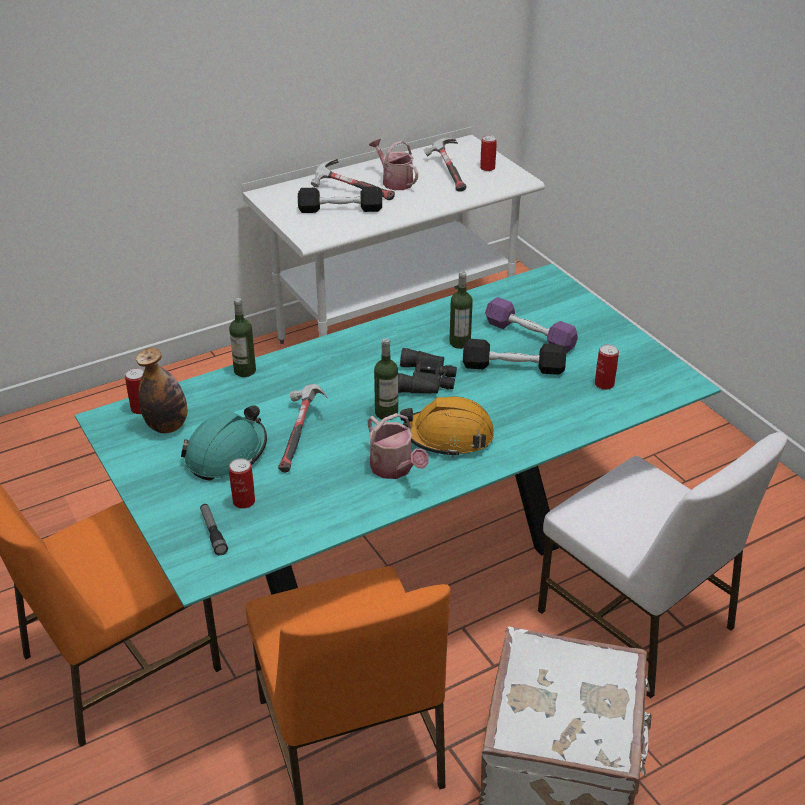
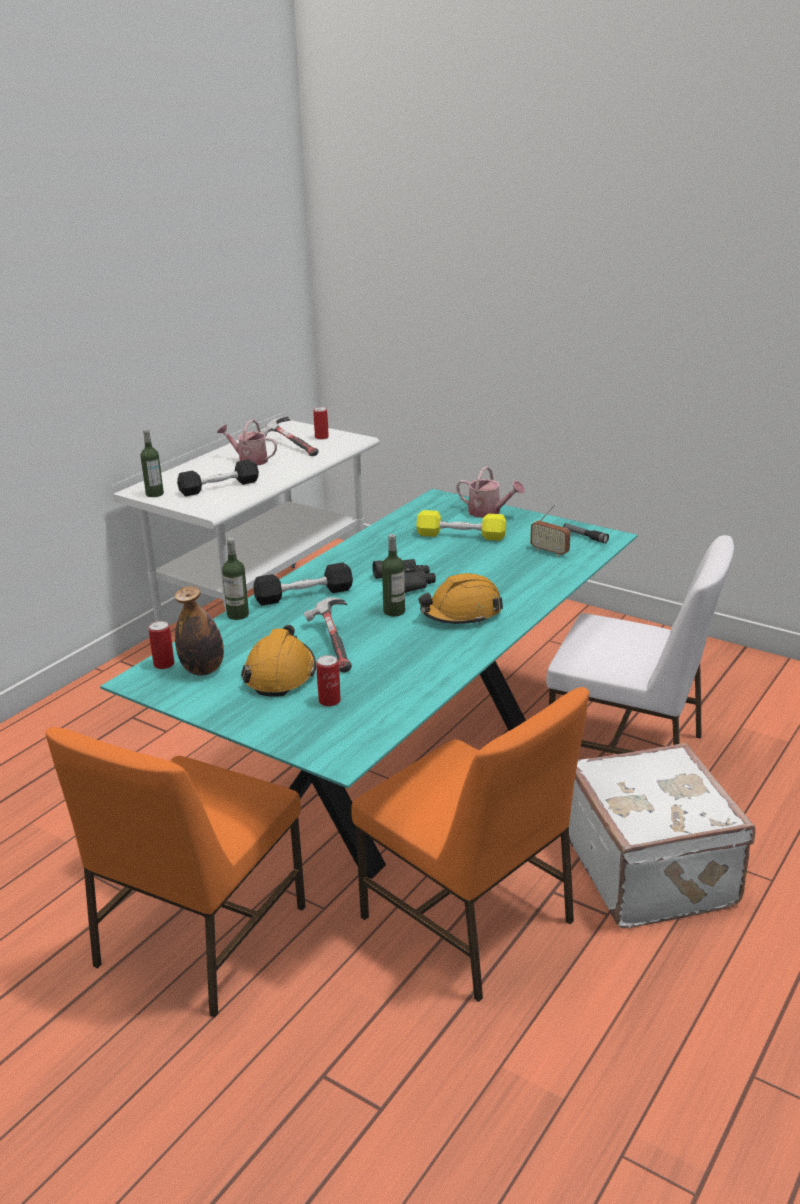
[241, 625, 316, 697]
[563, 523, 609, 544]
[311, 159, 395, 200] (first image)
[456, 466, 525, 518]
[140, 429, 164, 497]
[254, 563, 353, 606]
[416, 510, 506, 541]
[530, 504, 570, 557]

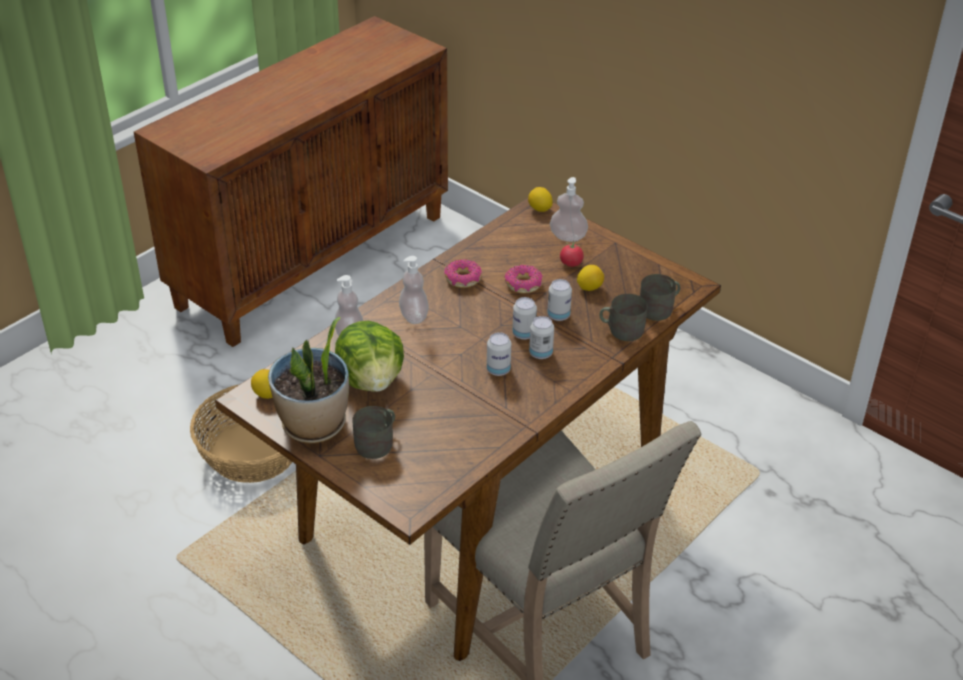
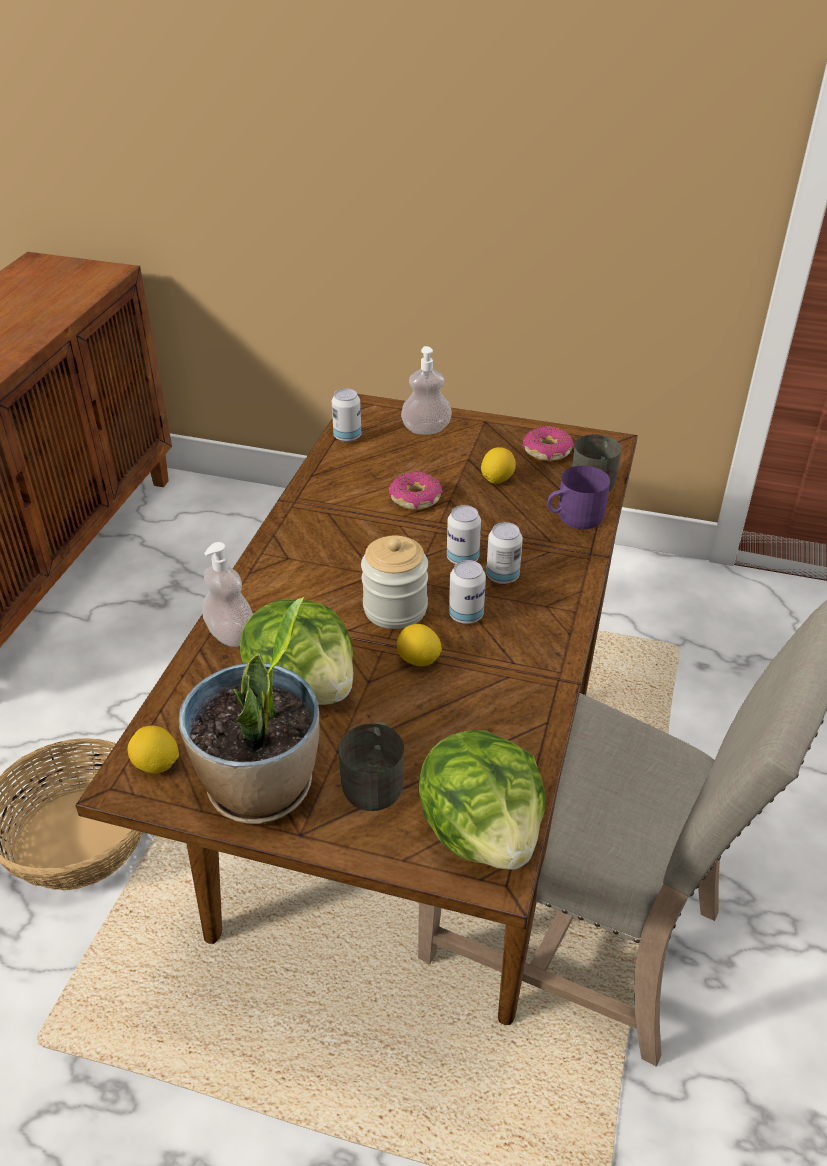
[399, 256, 429, 324] (first image)
[523, 426, 574, 461]
[397, 624, 442, 666]
[332, 388, 361, 442]
[560, 240, 584, 267] (first image)
[547, 466, 610, 529]
[361, 535, 428, 629]
[419, 730, 546, 870]

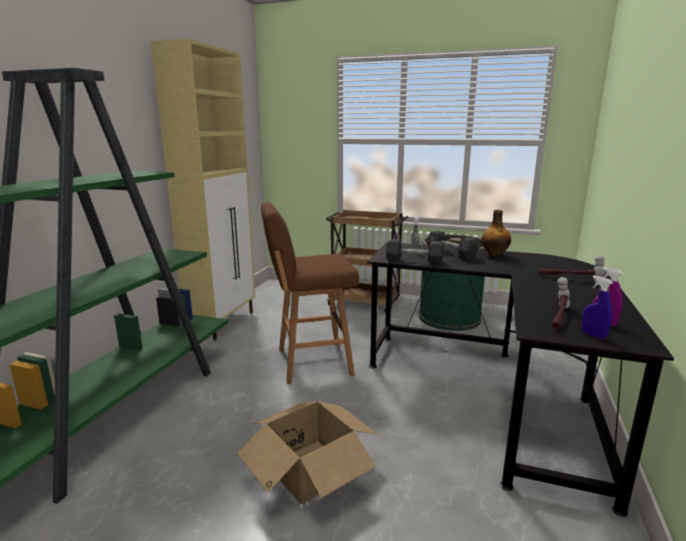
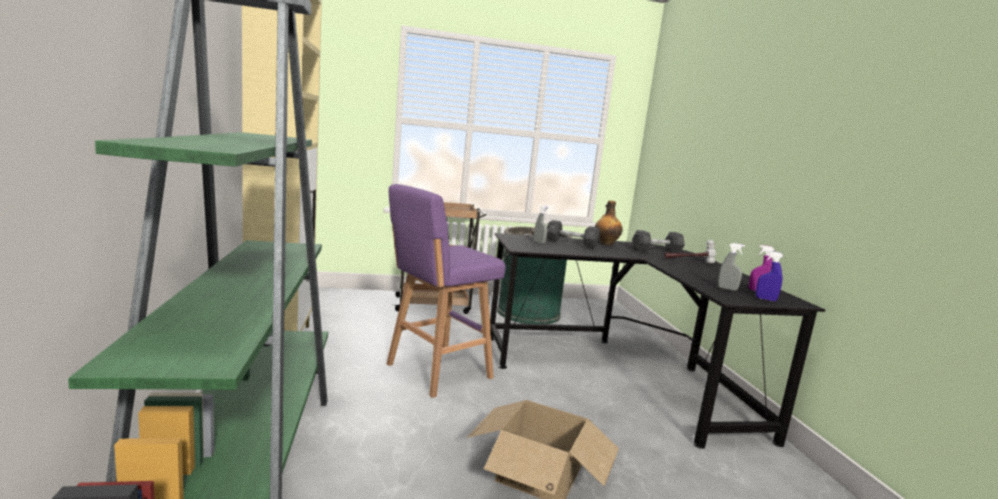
[386, 184, 506, 398]
[632, 230, 685, 253]
[718, 243, 745, 291]

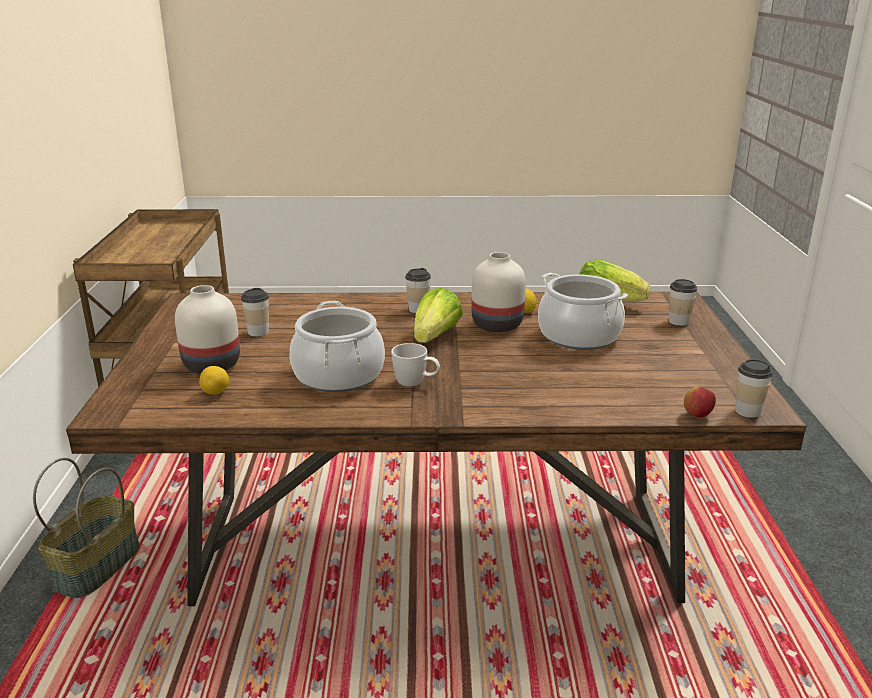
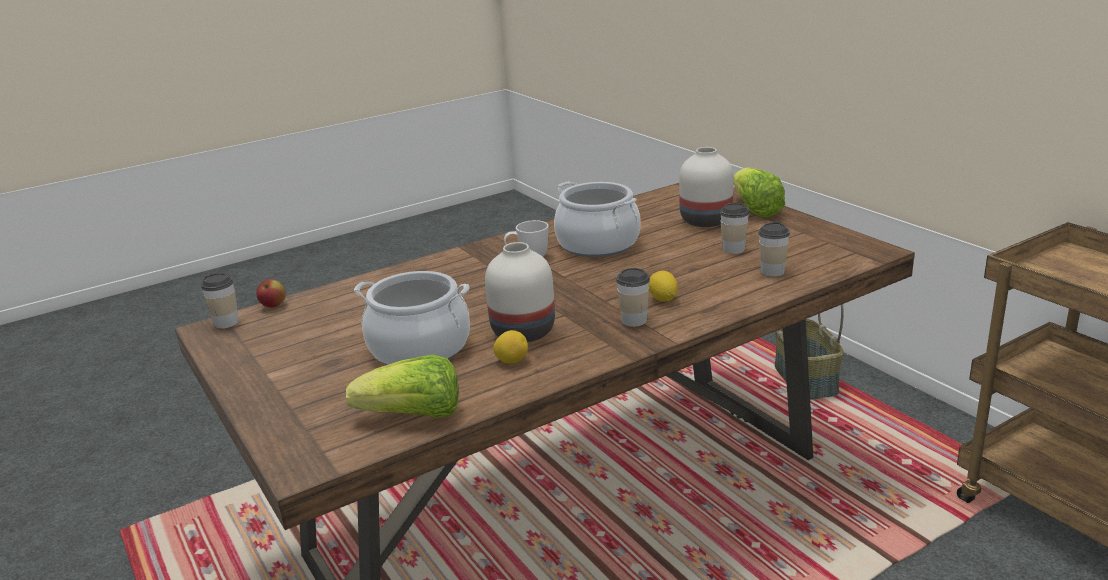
[649, 271, 678, 302]
[734, 167, 785, 217]
[758, 222, 790, 277]

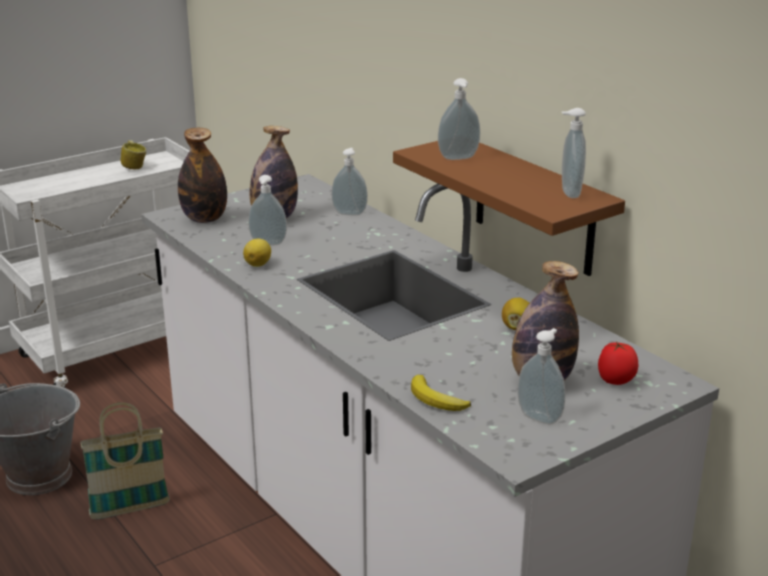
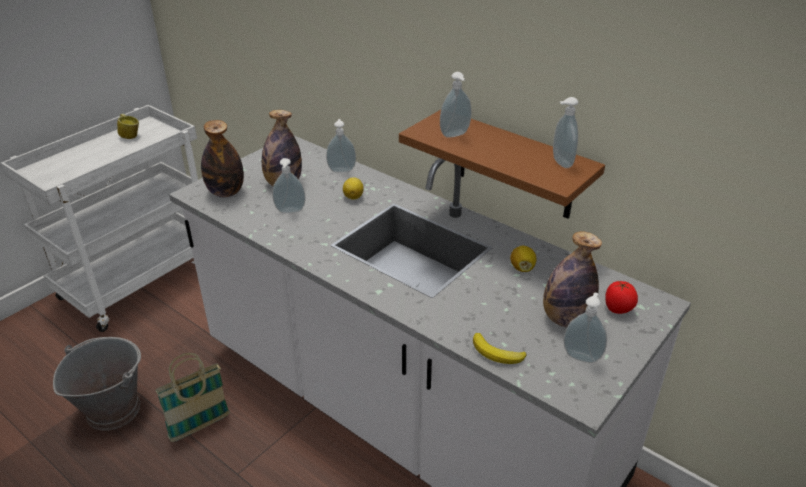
[343, 177, 364, 200]

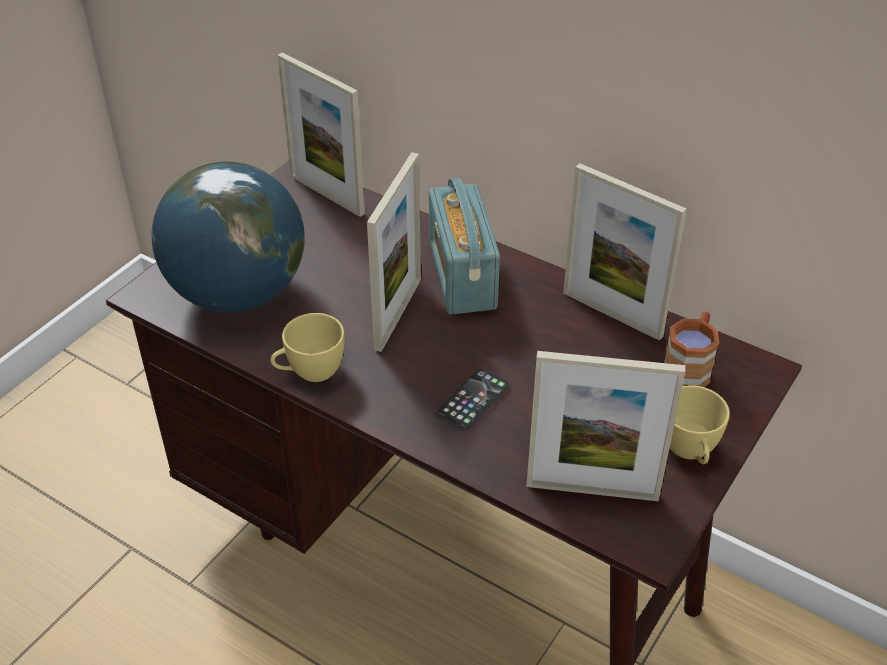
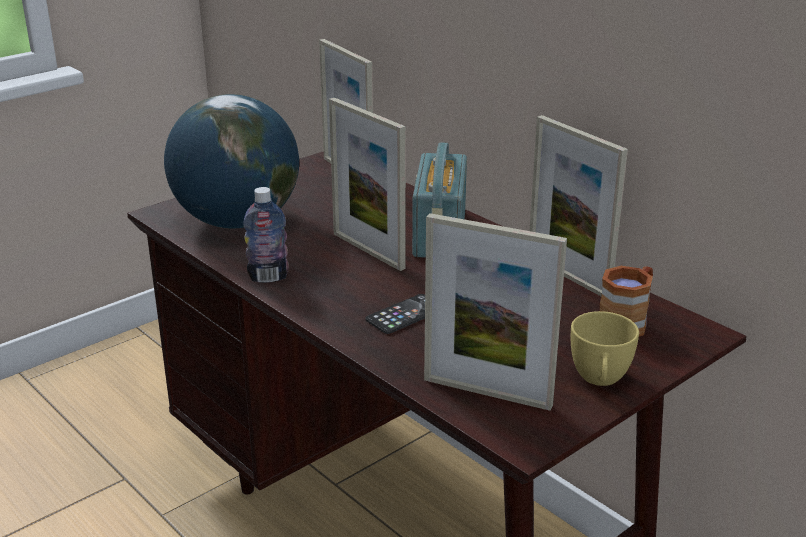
[243, 187, 289, 283]
[329, 97, 406, 271]

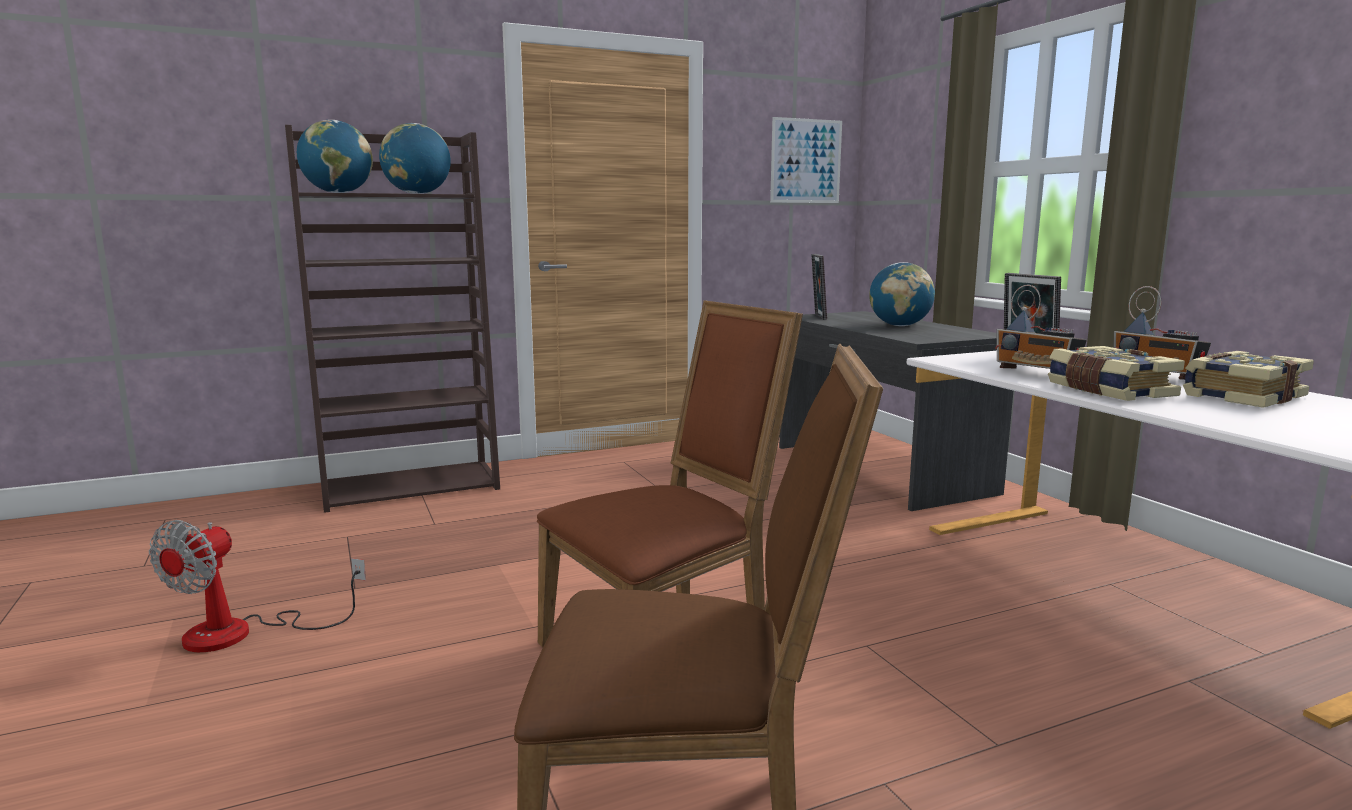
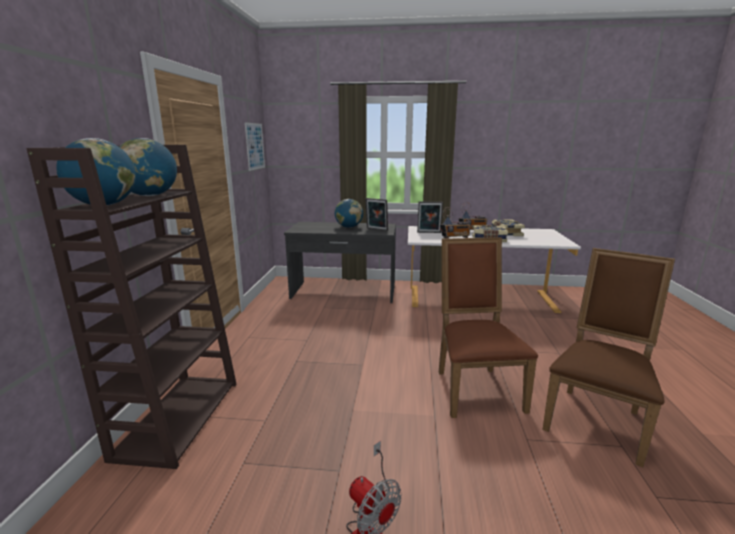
[365, 198, 388, 231]

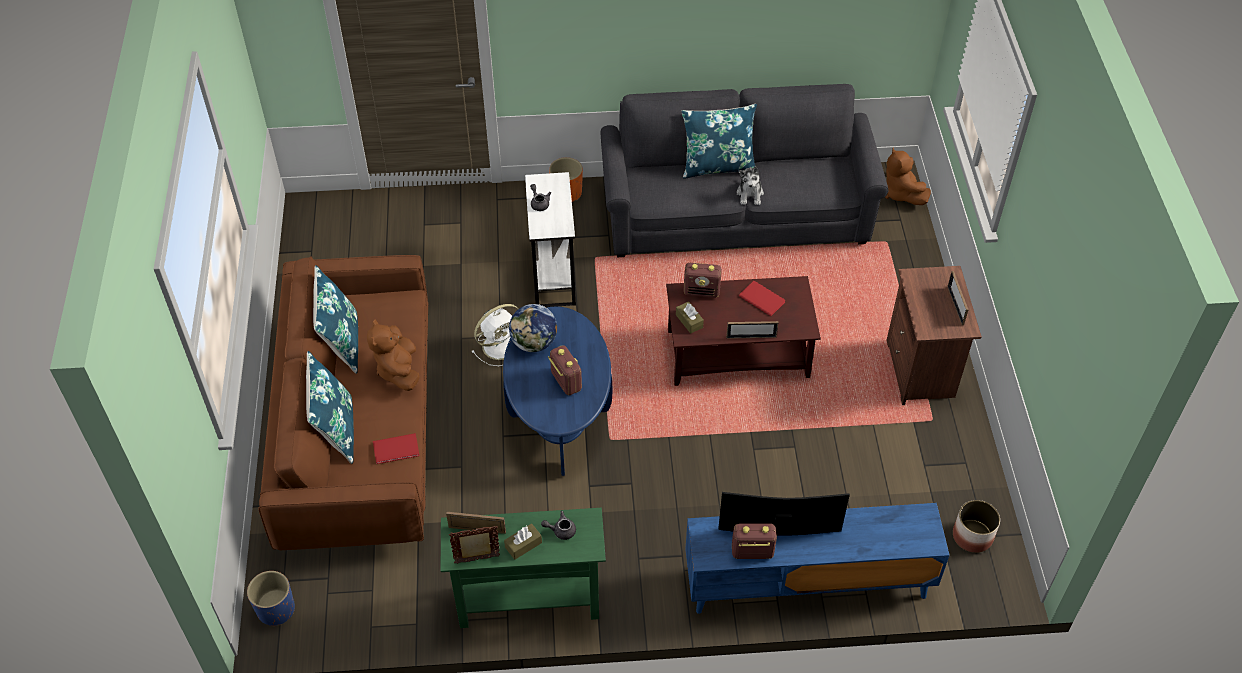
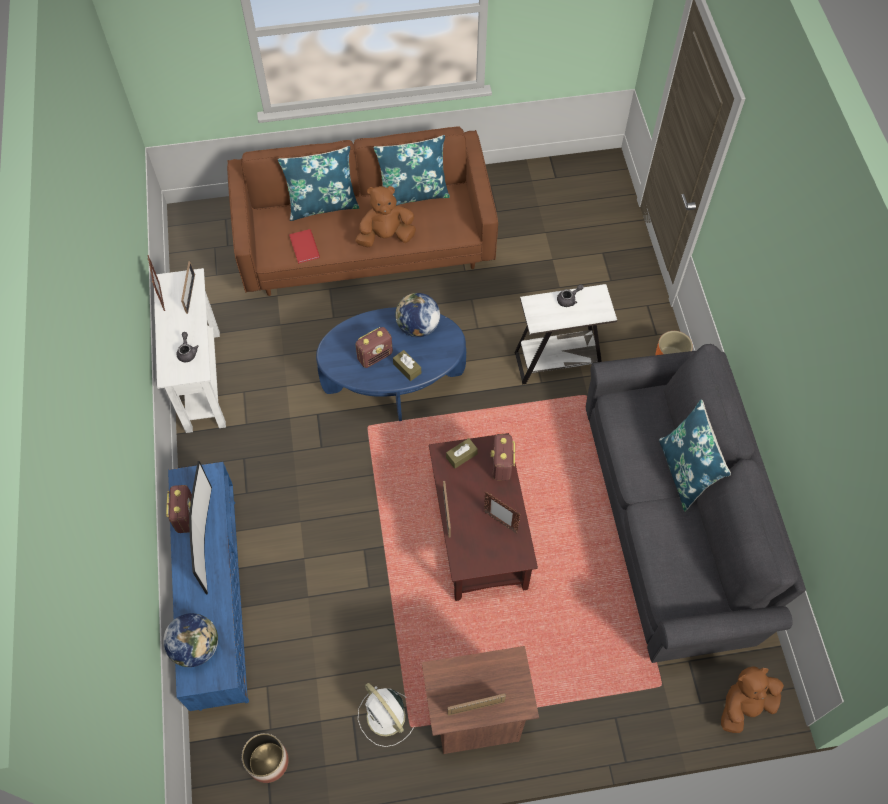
[247, 571, 295, 626] (first image)
[154, 268, 226, 433]
[358, 683, 415, 747]
[393, 350, 421, 381]
[737, 166, 764, 205] (first image)
[484, 492, 521, 533]
[163, 613, 218, 667]

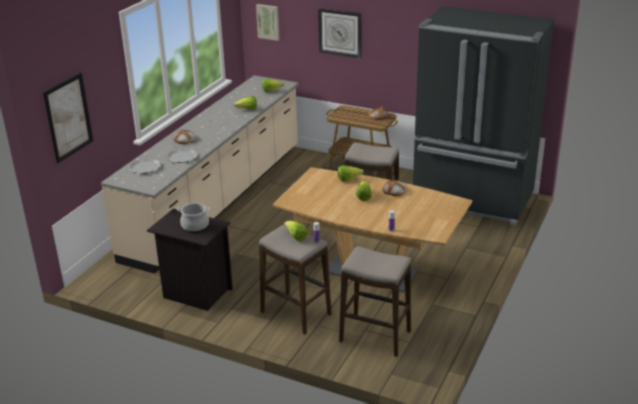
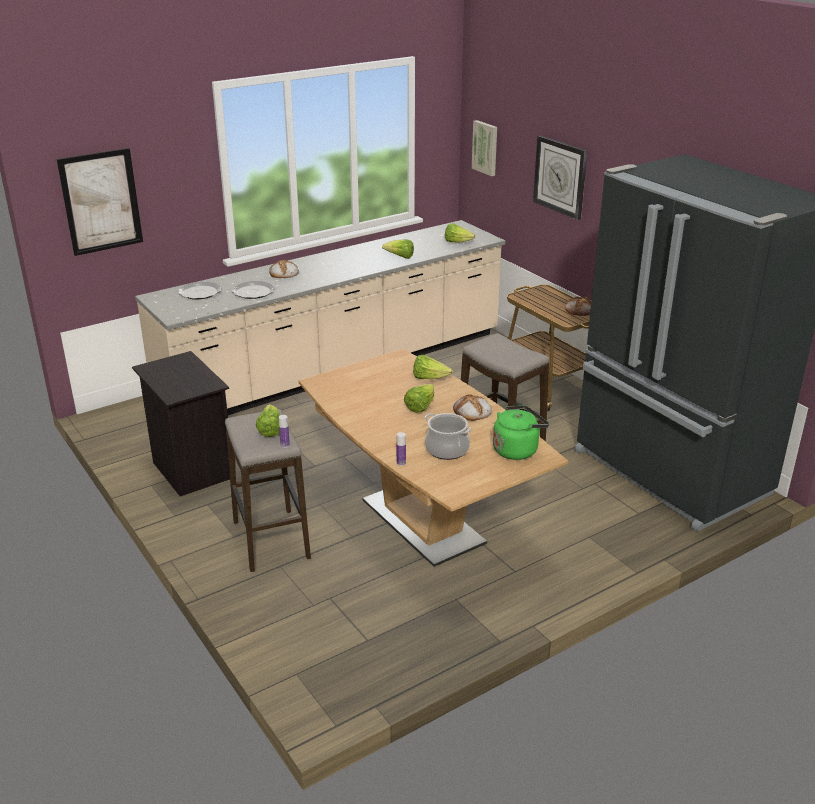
[424, 413, 472, 460]
[339, 246, 411, 357] (first image)
[493, 405, 549, 460]

